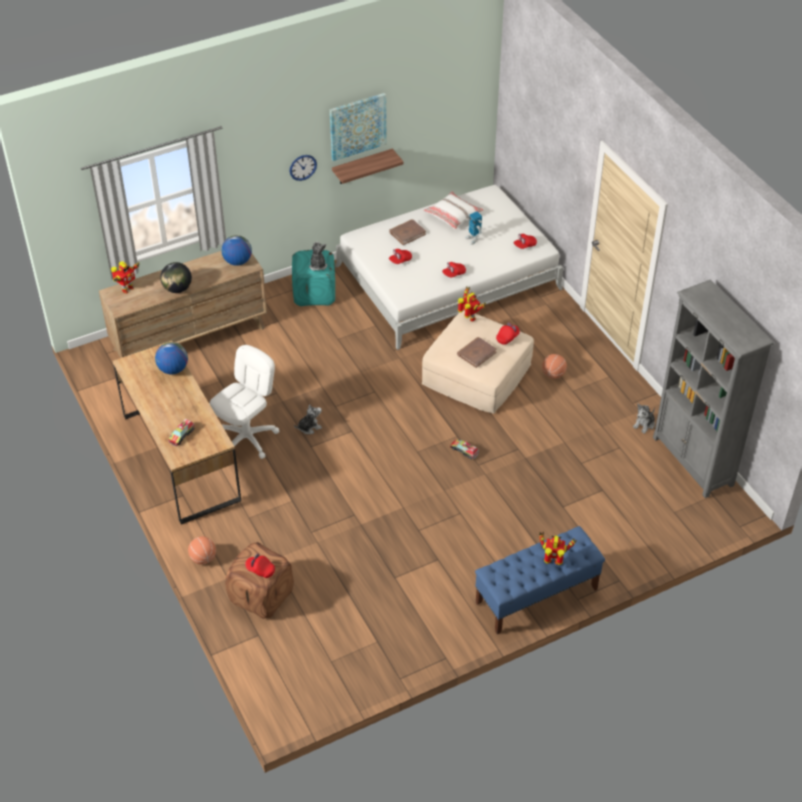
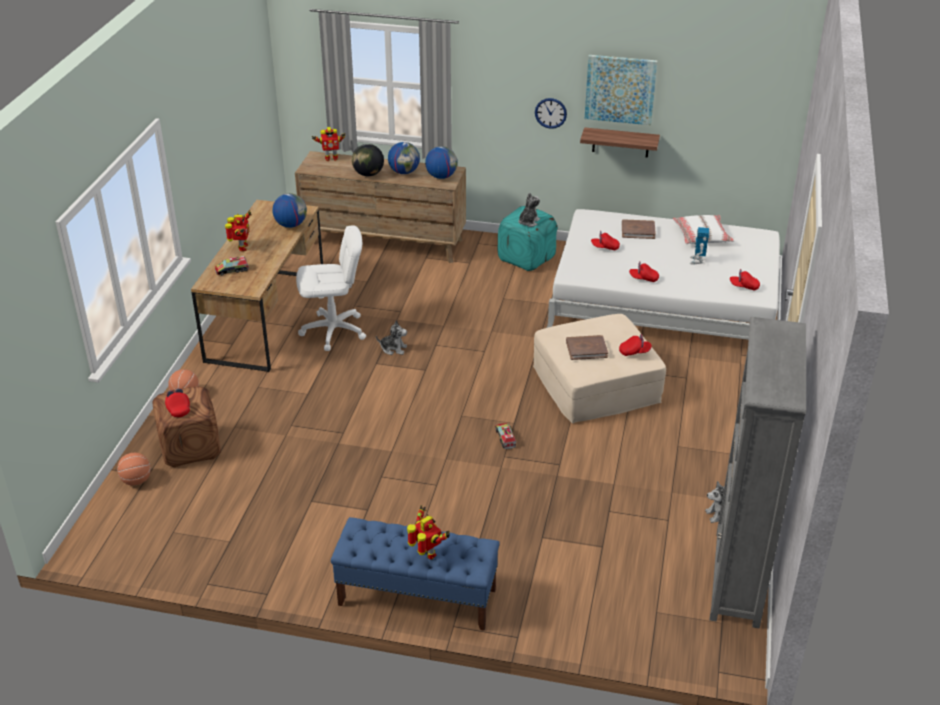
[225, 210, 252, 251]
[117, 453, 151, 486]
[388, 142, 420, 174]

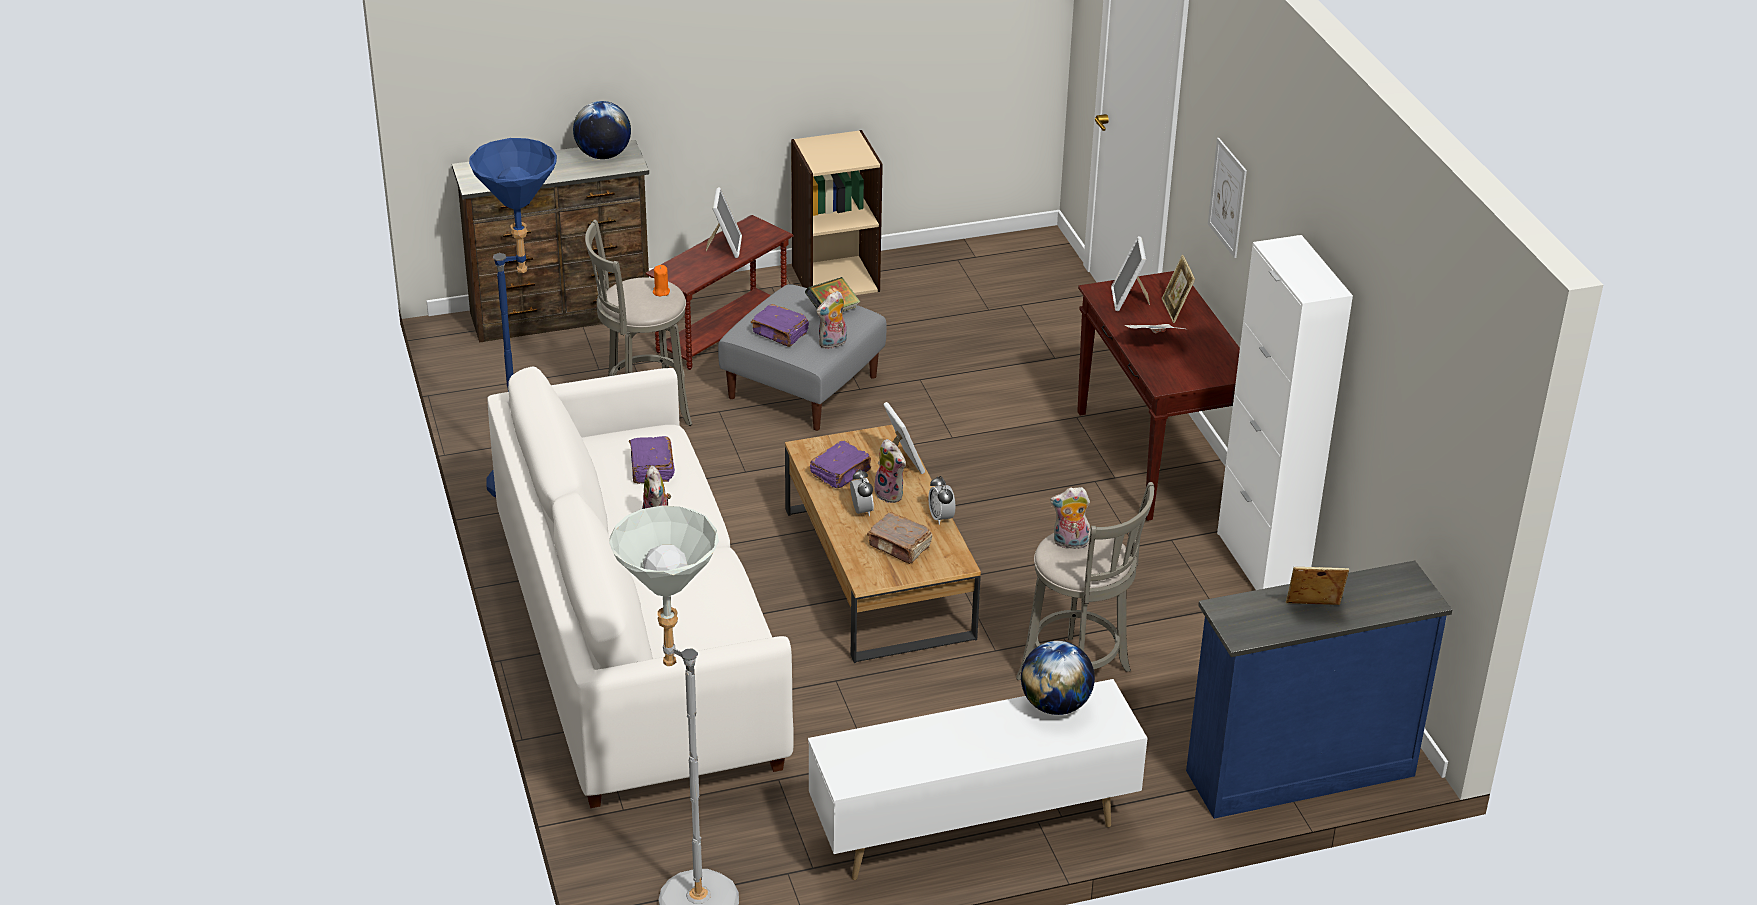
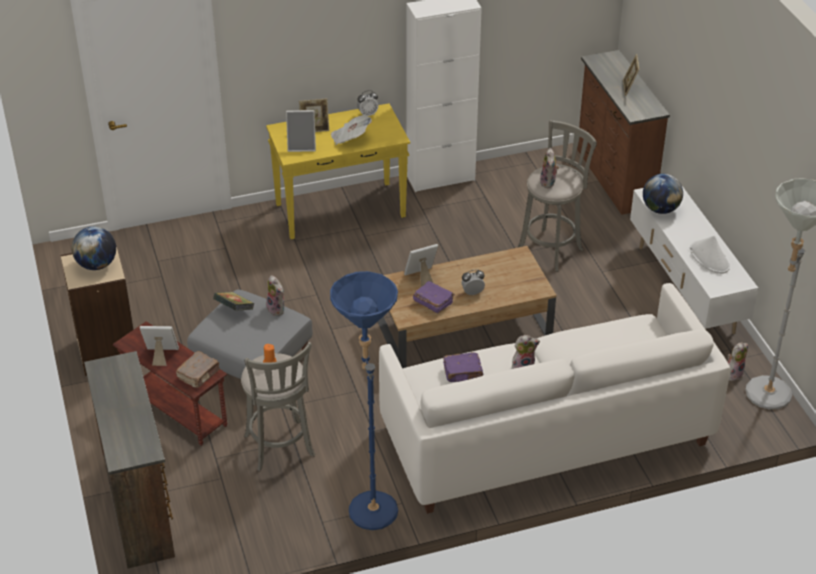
[72, 226, 116, 270]
[751, 304, 809, 347] (first image)
[176, 351, 220, 388]
[728, 342, 748, 381]
[357, 90, 379, 116]
[266, 103, 410, 240]
[577, 50, 670, 215]
[1208, 138, 1247, 258] (first image)
[690, 236, 730, 274]

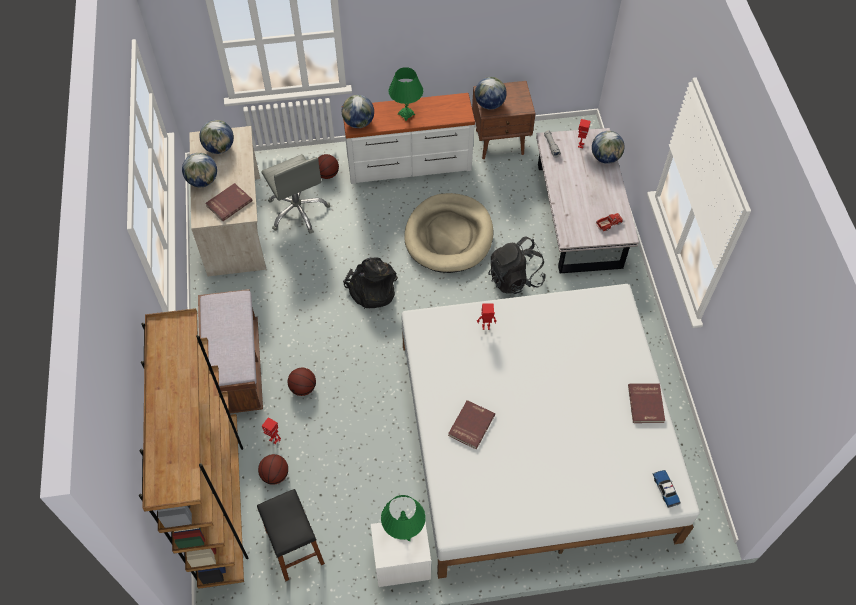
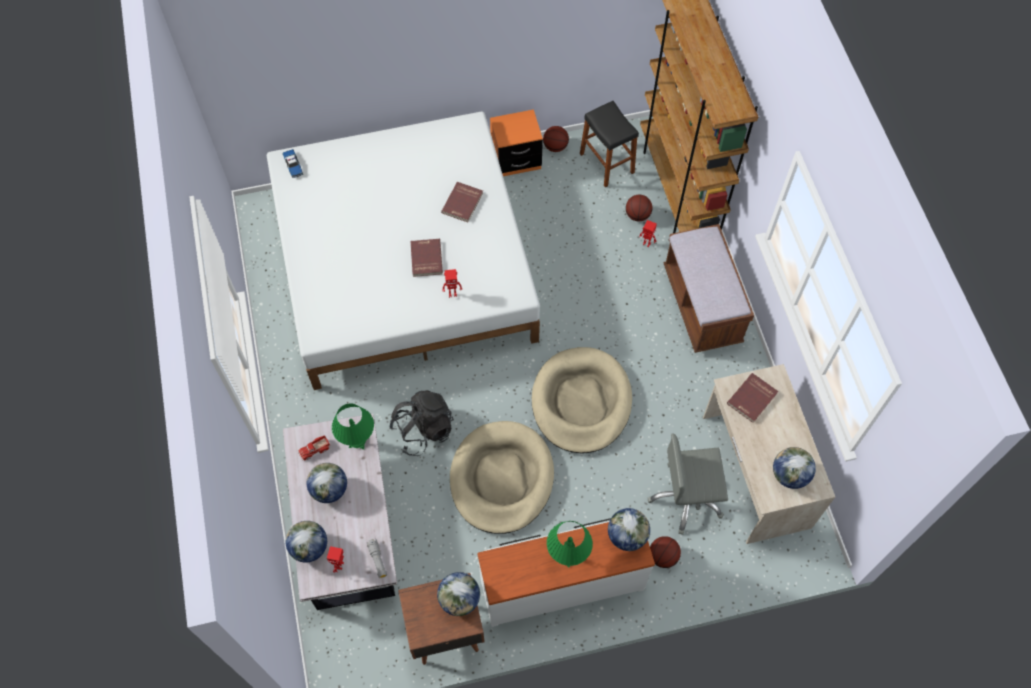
[306, 463, 347, 503]
[648, 433, 728, 535]
[543, 126, 569, 152]
[532, 347, 632, 453]
[490, 109, 543, 176]
[332, 403, 374, 449]
[410, 239, 443, 277]

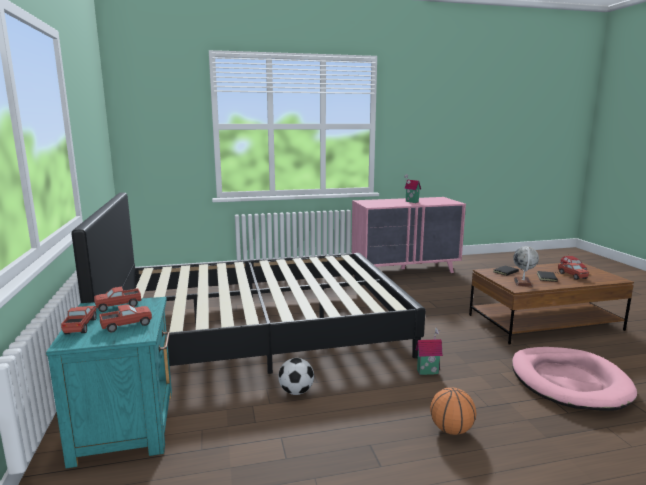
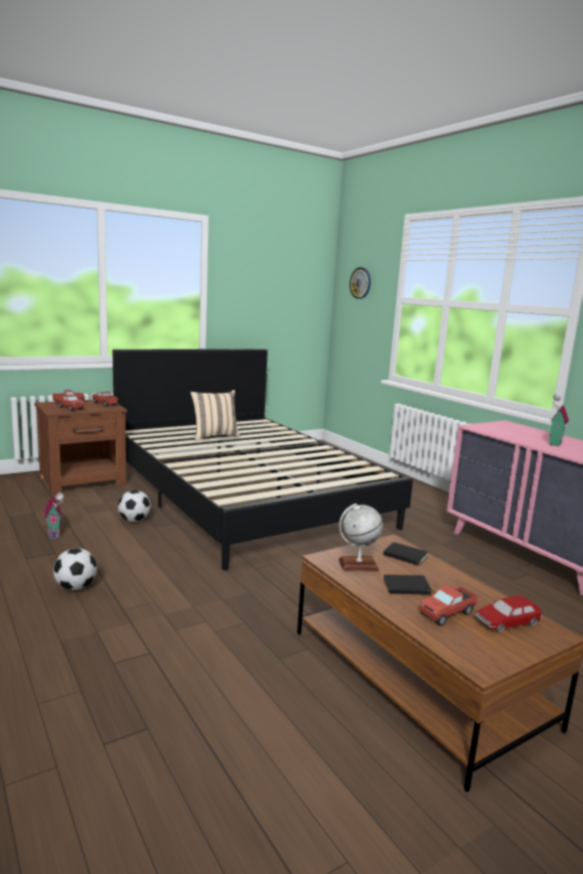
[35, 400, 128, 494]
[45, 492, 64, 539]
[53, 548, 97, 590]
[512, 347, 637, 410] (first image)
[190, 390, 240, 441]
[349, 267, 371, 299]

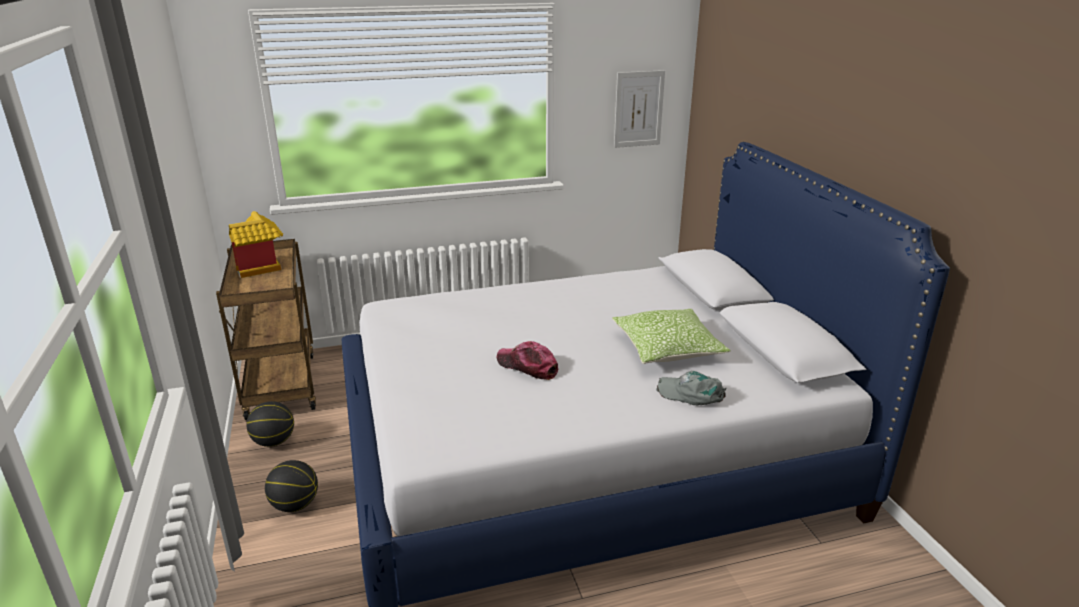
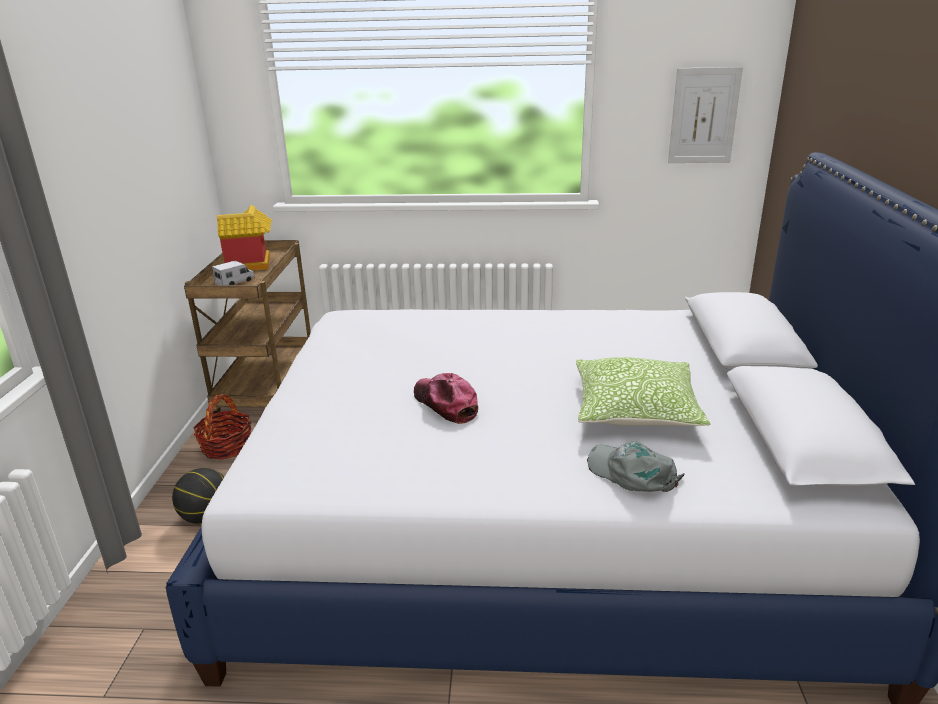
[193, 394, 252, 460]
[212, 260, 255, 285]

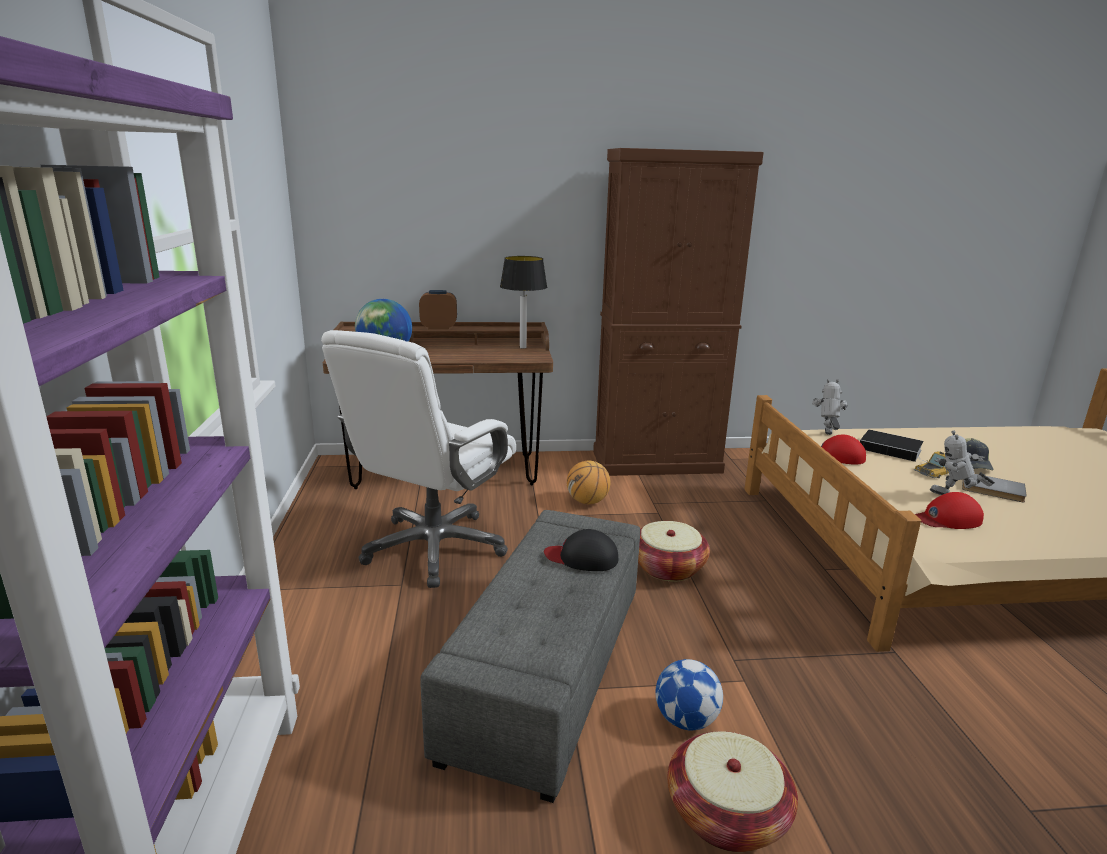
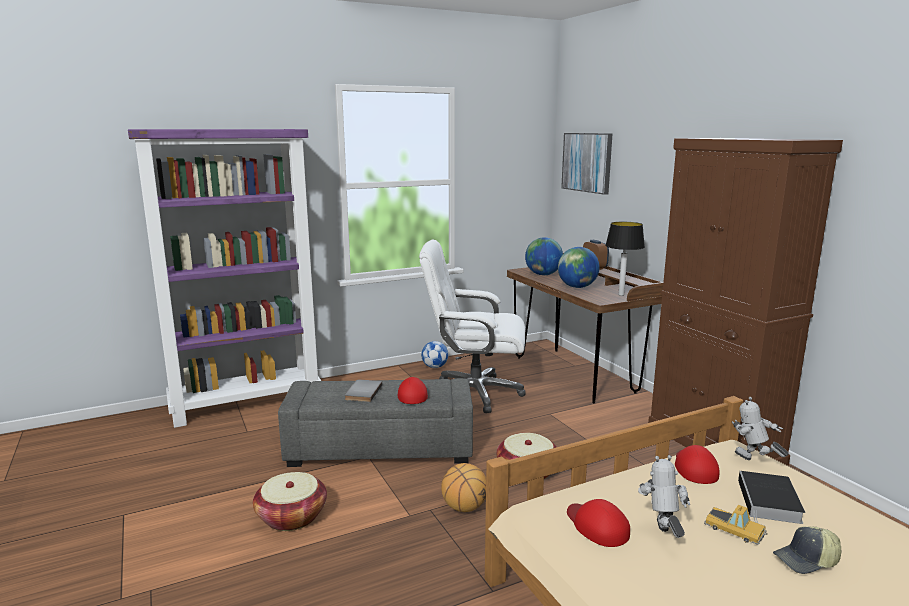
[398, 377, 428, 404]
[441, 463, 486, 512]
[421, 341, 448, 368]
[732, 397, 789, 460]
[345, 379, 382, 402]
[558, 247, 600, 288]
[561, 133, 613, 195]

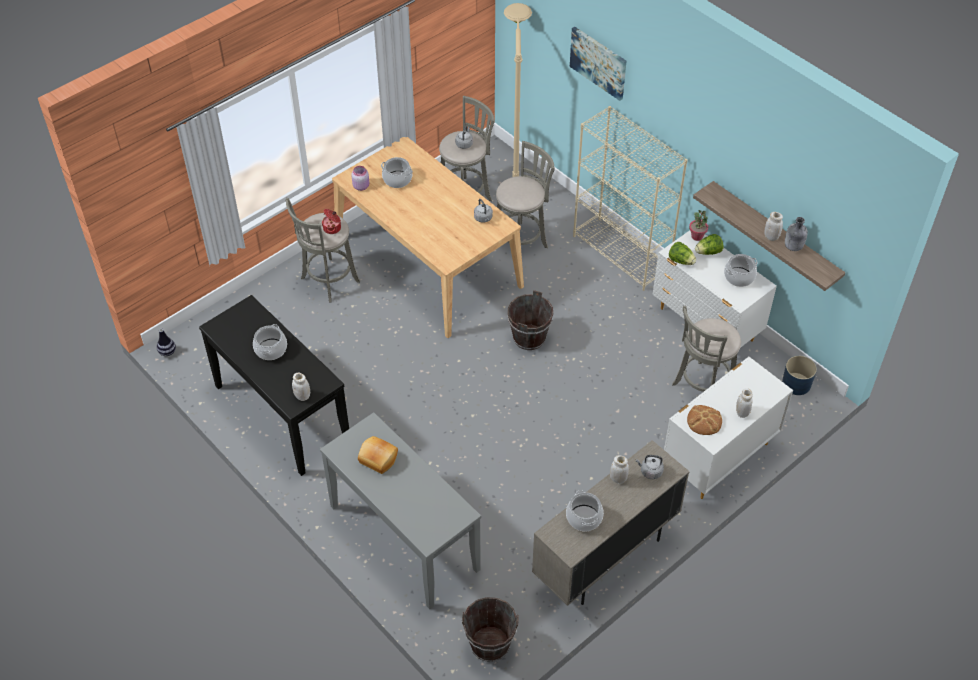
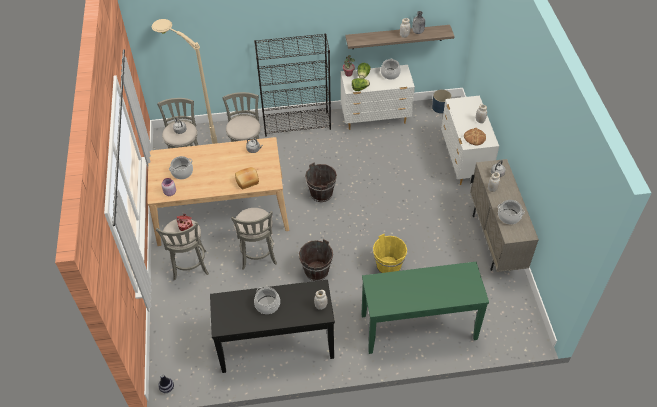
[361, 262, 489, 354]
[235, 167, 259, 189]
[299, 239, 333, 281]
[570, 27, 626, 101] (first image)
[254, 33, 331, 137]
[231, 208, 277, 270]
[373, 234, 407, 273]

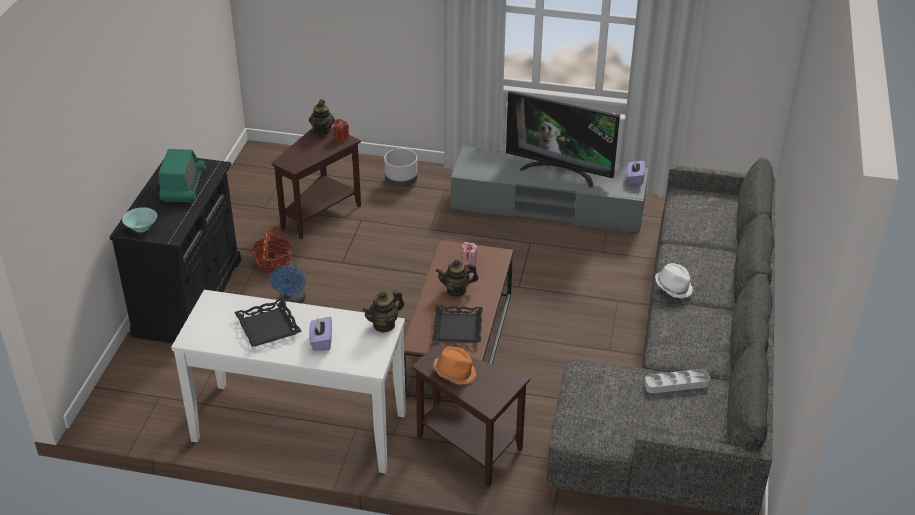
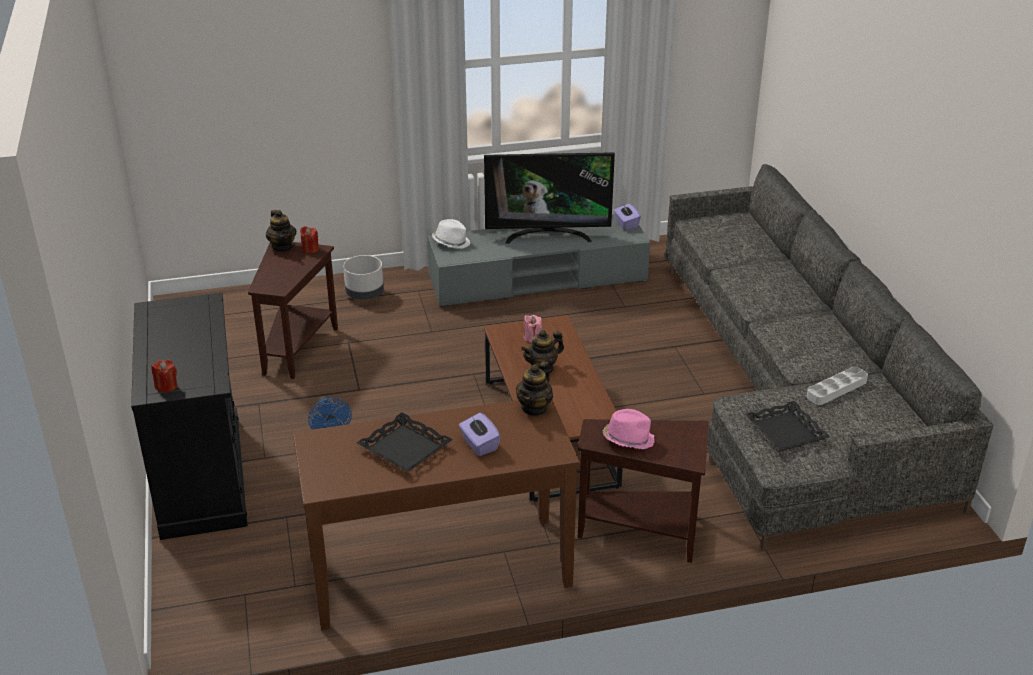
[151, 359, 177, 393]
[159, 149, 206, 202] (first image)
[293, 400, 580, 630]
[251, 226, 293, 273] (first image)
[745, 401, 830, 451]
[602, 409, 655, 449]
[432, 219, 471, 249]

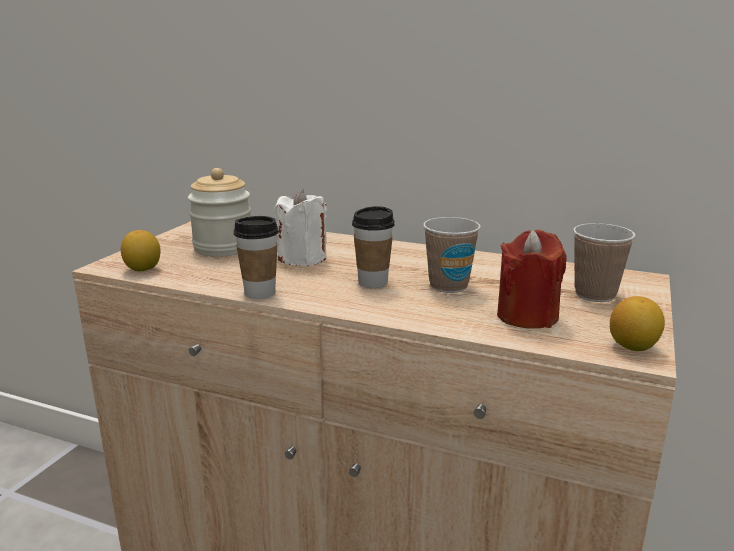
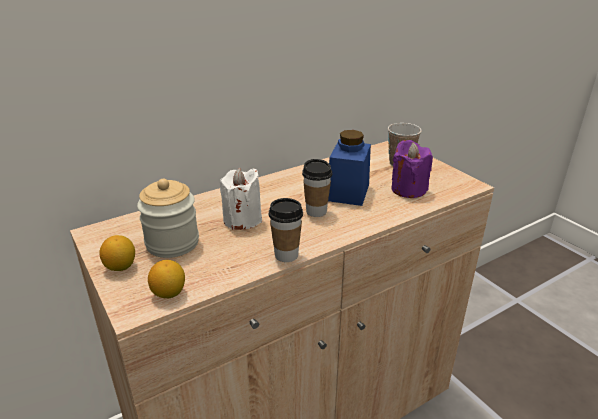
[328, 130, 371, 206]
[391, 140, 433, 198]
[99, 235, 135, 271]

